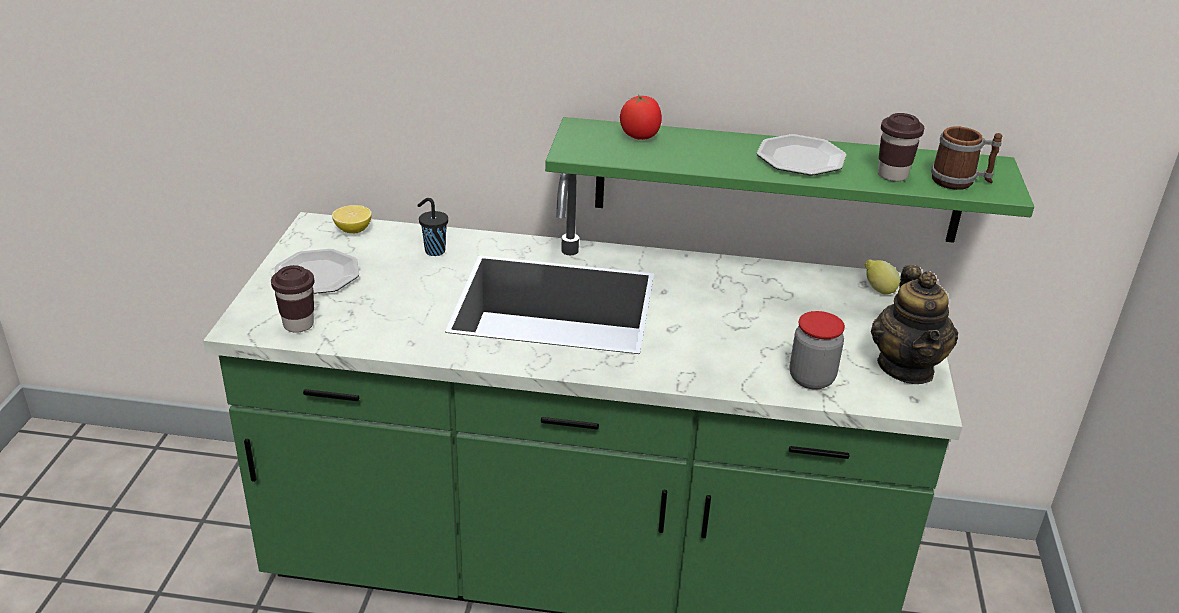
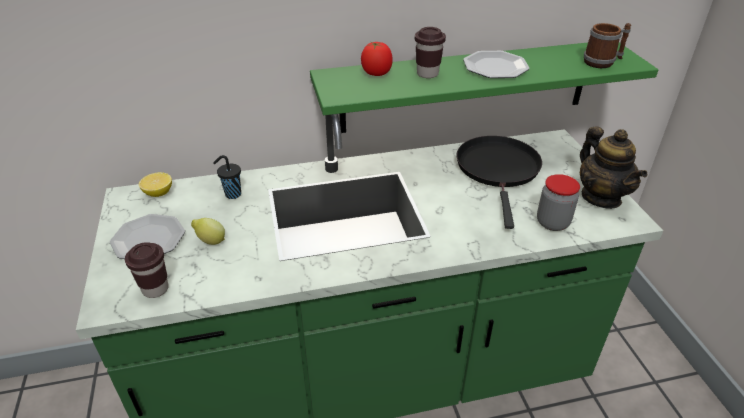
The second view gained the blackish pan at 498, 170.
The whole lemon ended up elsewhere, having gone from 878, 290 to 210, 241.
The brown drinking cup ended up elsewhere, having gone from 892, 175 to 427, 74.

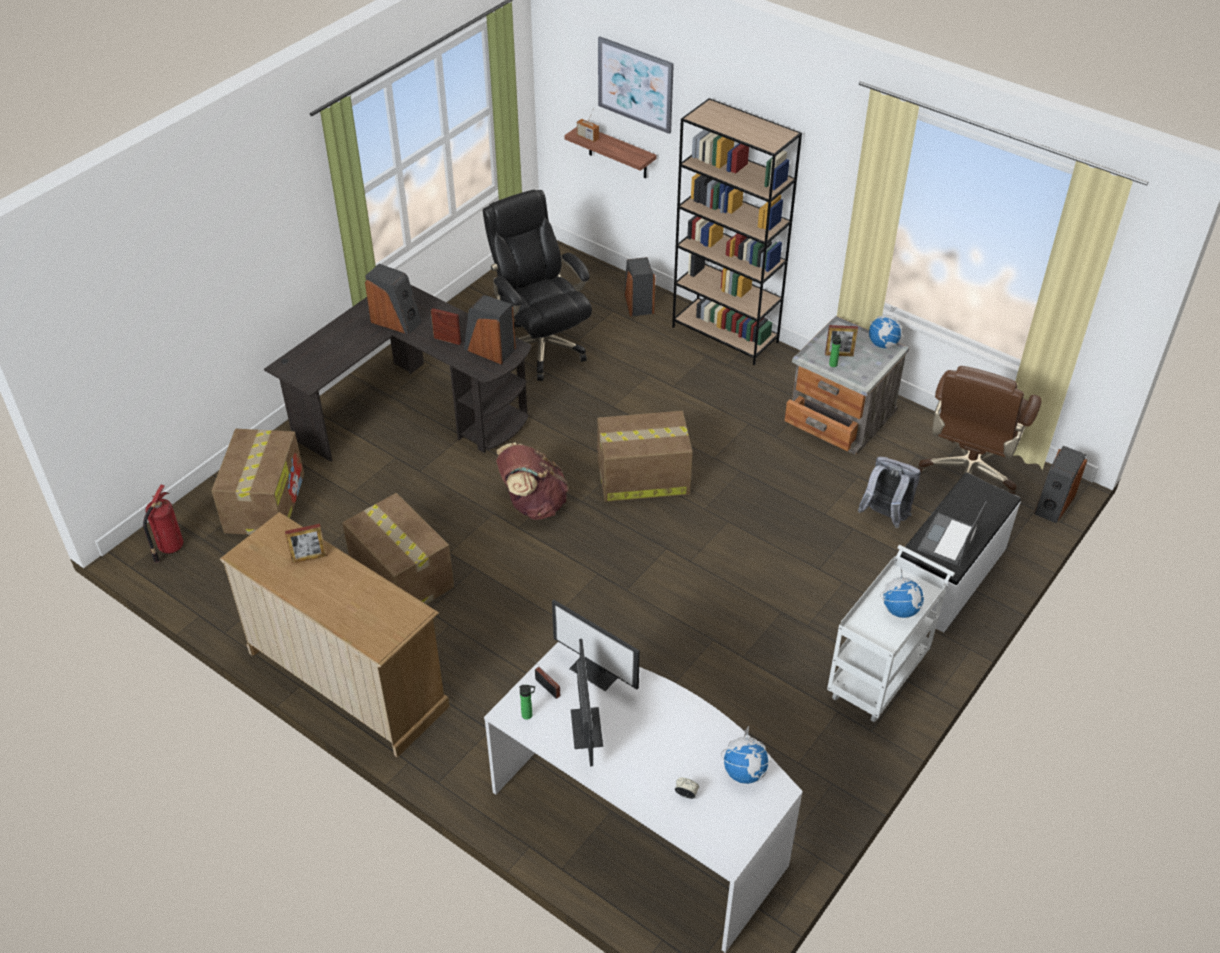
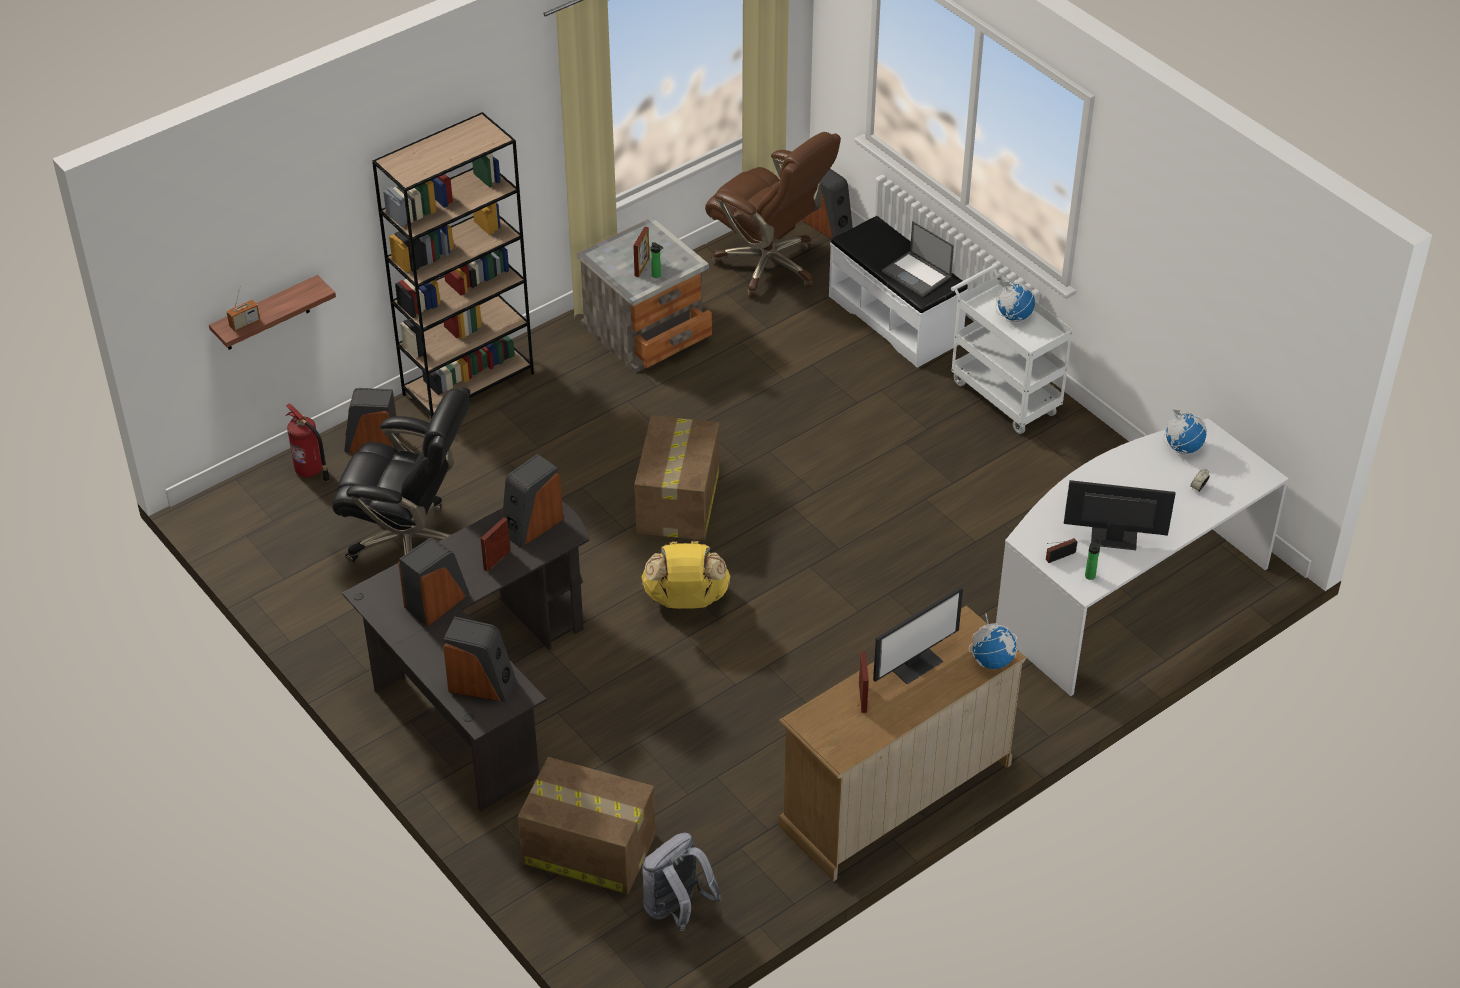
The second view lost the packing box at 401, 575.
The second view lost the wall picture at 635, 84.
The second view gained the loudspeaker at 482, 684.
The fire extinguisher ended up elsewhere, having gone from 169, 547 to 310, 471.
The computer screen ended up elsewhere, having gone from 596, 670 to 915, 663.
The greyish backpack ended up elsewhere, having gone from 885, 516 to 677, 909.
The desk globe ended up elsewhere, having gone from 883, 344 to 992, 660.
What was the brown backpack at 533, 504 turned into the yellowish backpack at 686, 600.
The blackish office chair at 541, 346 ended up facing another way, 150 degrees counterclockwise from before.

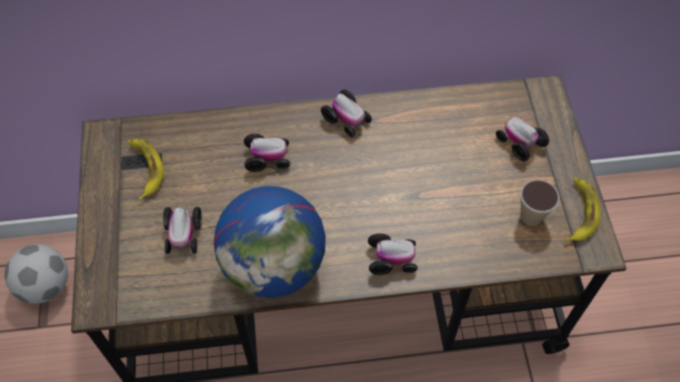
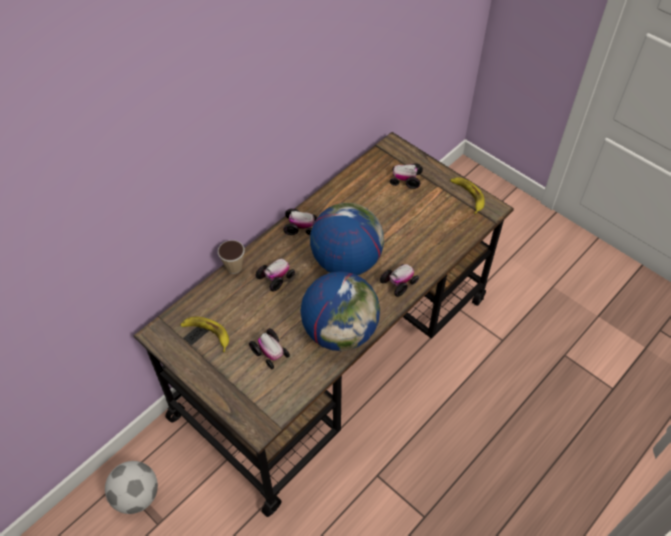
The second view gained the desk globe at 346, 261.
The drinking cup ended up elsewhere, having gone from 531, 216 to 234, 267.

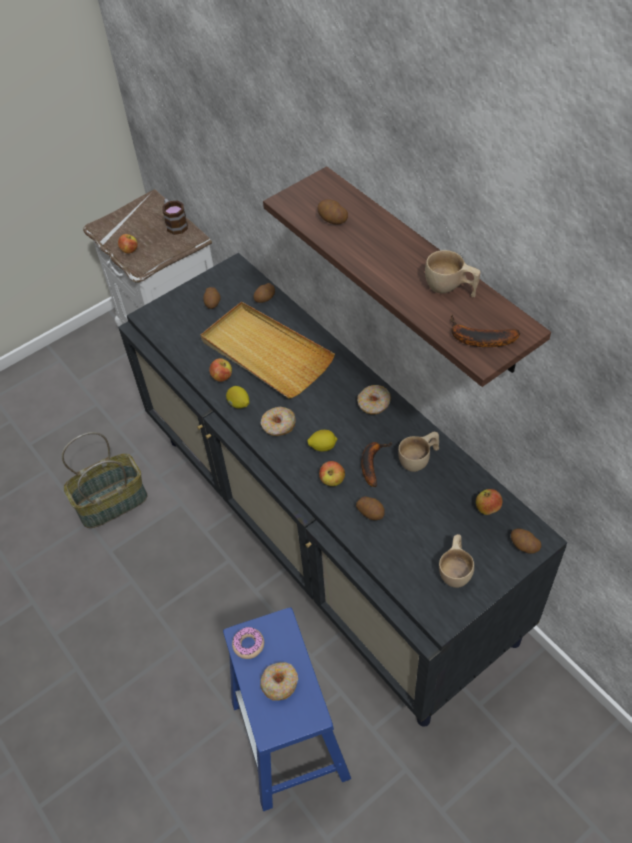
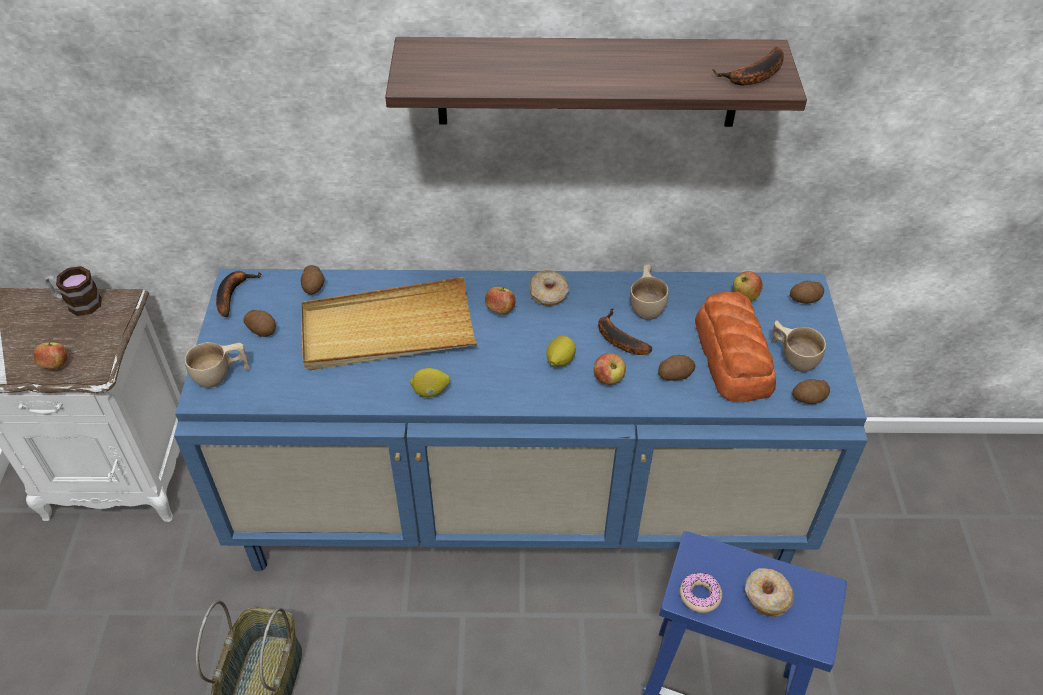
The second view lost the donut at 278, 425.
The second view gained the banana at 233, 294.
The second view gained the bakery bread at 732, 357.
The whole apple ended up elsewhere, having gone from 222, 377 to 500, 310.
The spud ended up elsewhere, having gone from 332, 220 to 809, 399.
The beige drinking cup ended up elsewhere, having gone from 450, 288 to 221, 375.
What was the blackish storage cabinet at 326, 537 turned into the bluish storage cabinet at 520, 509.

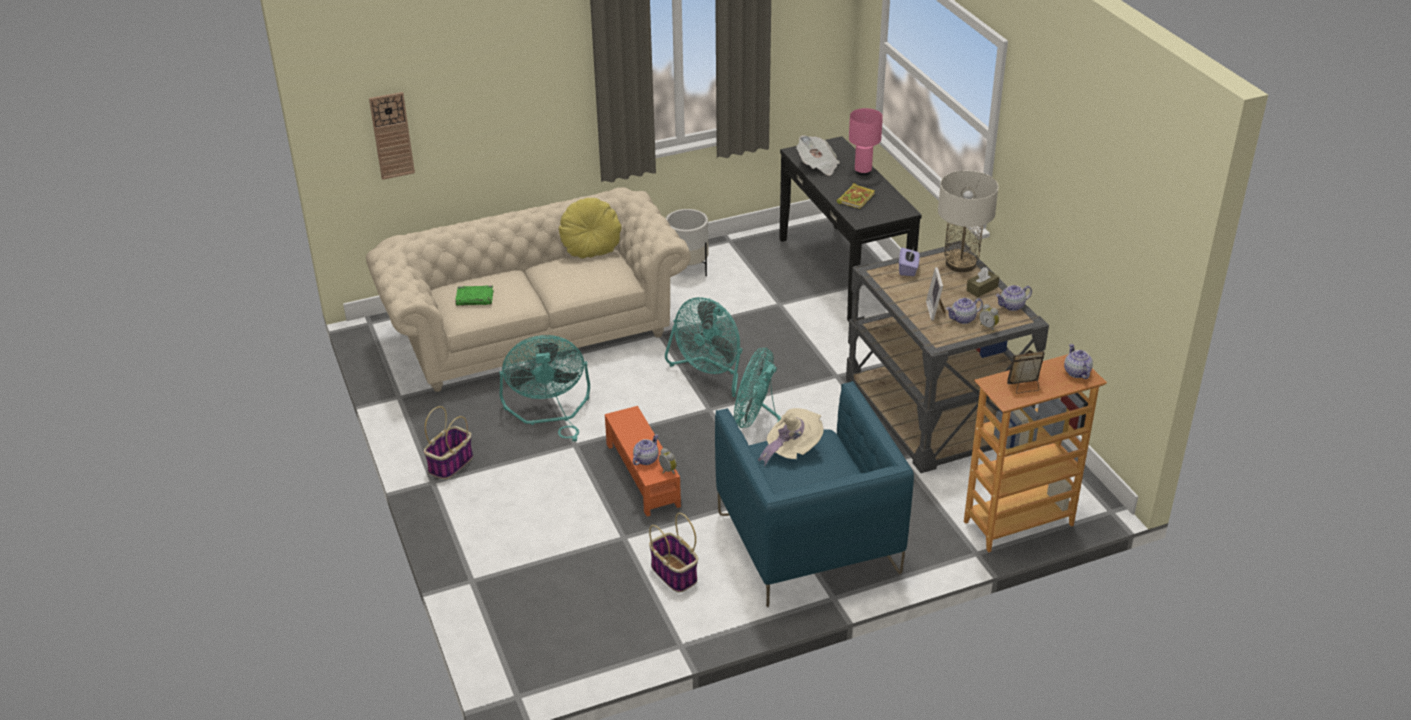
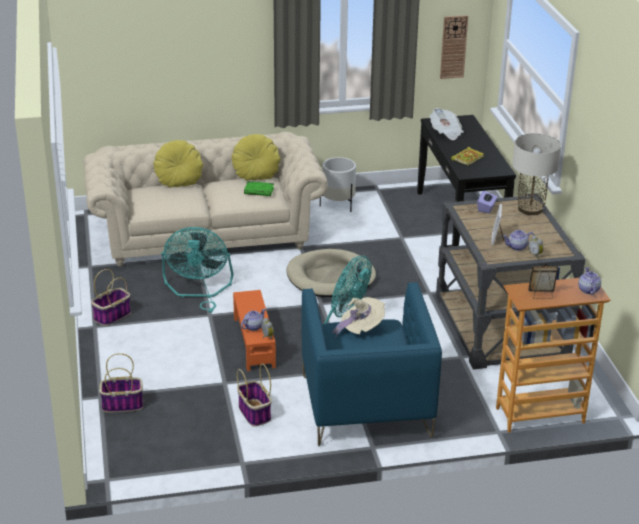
The second view lost the pinkish table lamp at 862, 171.
The second view lost the brown box of tissues at 982, 289.
The second view lost the teapot at 1012, 306.
The second view gained the basket at 123, 404.
The second view gained the yellowish throw pillow at 179, 183.
The hanging clock ended up elsewhere, having gone from 392, 135 to 453, 47.
The green-coloured book ended up elsewhere, having gone from 475, 298 to 259, 191.
Where the blue-green fan stood at 710, 371, the beige pet bed came to stand at 331, 277.

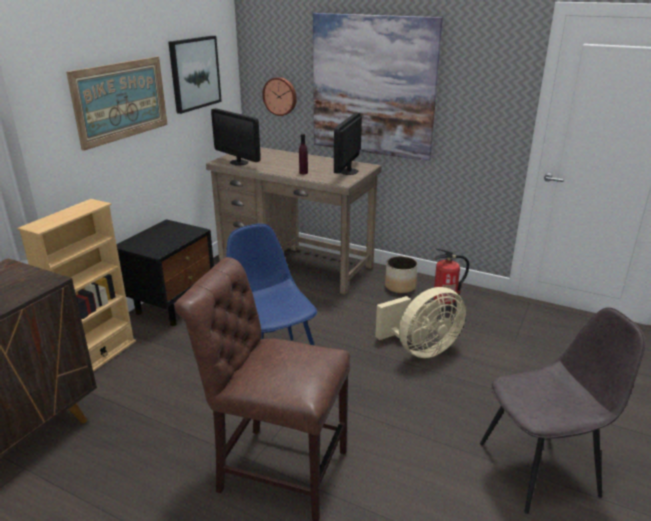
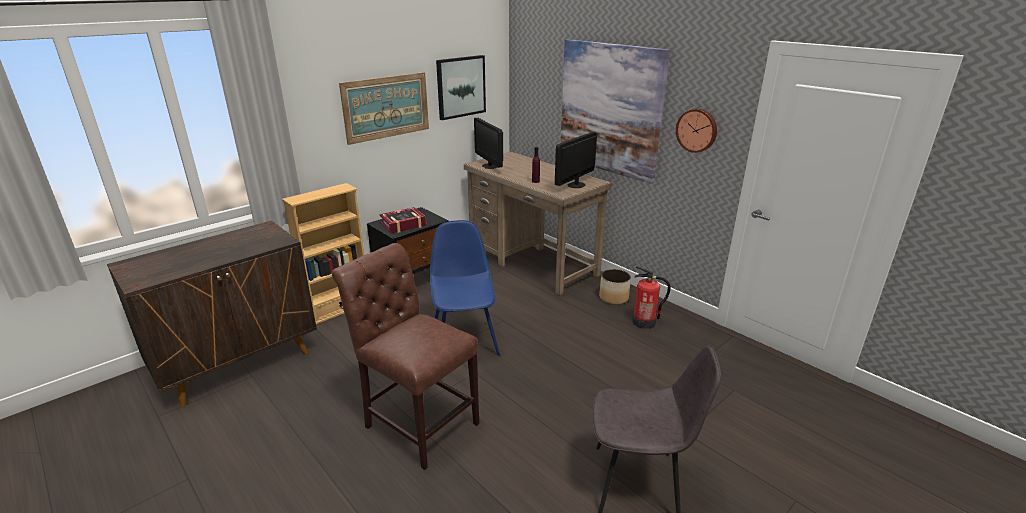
The second view lost the beige fan at 421, 349.
The second view gained the book at 403, 224.
The hanging clock ended up elsewhere, having gone from 280, 96 to 697, 130.

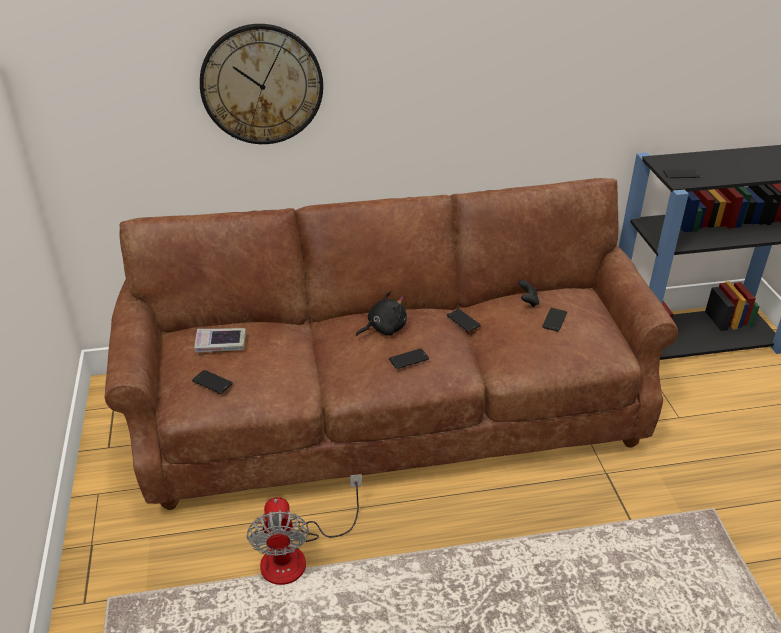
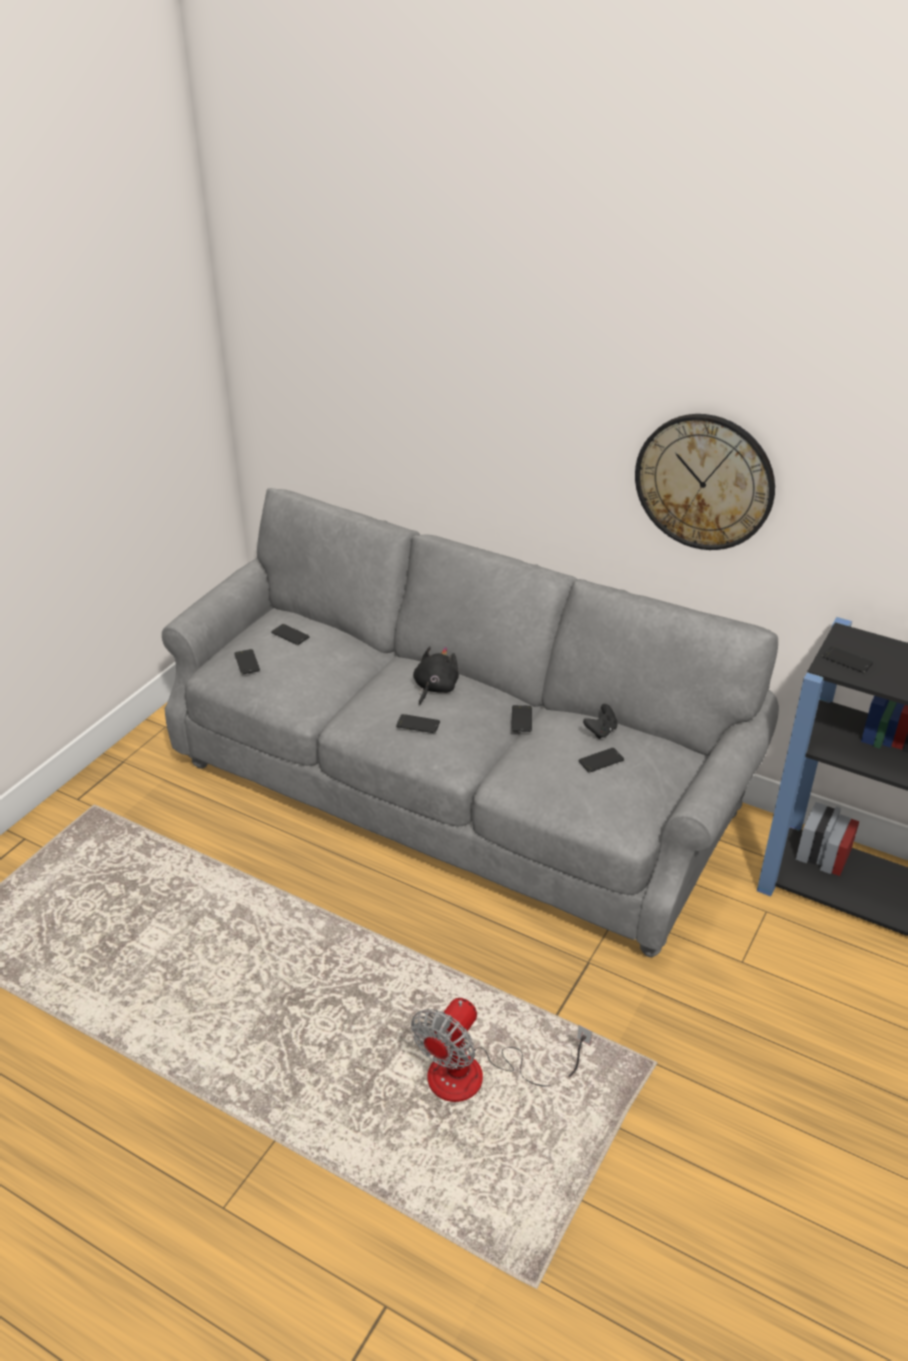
The hanging clock ended up elsewhere, having gone from 261, 85 to 704, 482.
The fan ended up elsewhere, having gone from 297, 555 to 477, 1077.
Where the book stood at 220, 344, the phone came to stand at 290, 635.
What was the brown couch at 390, 411 turned into the greyish couch at 455, 789.
The blackish soft toy at 384, 328 ended up facing another way, 75 degrees counterclockwise from before.

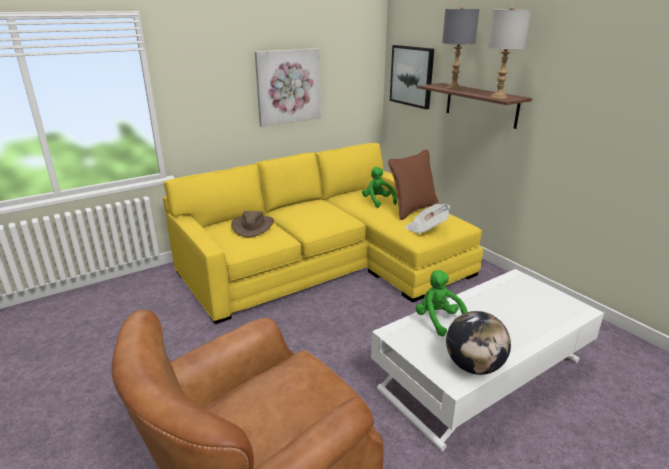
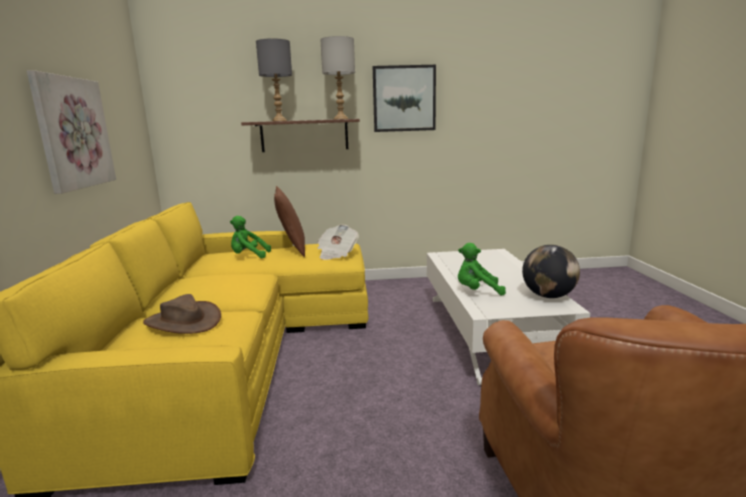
The wall picture ended up elsewhere, having gone from 412, 76 to 404, 99.

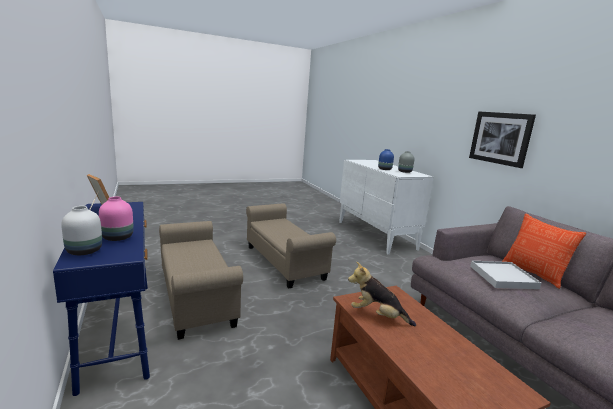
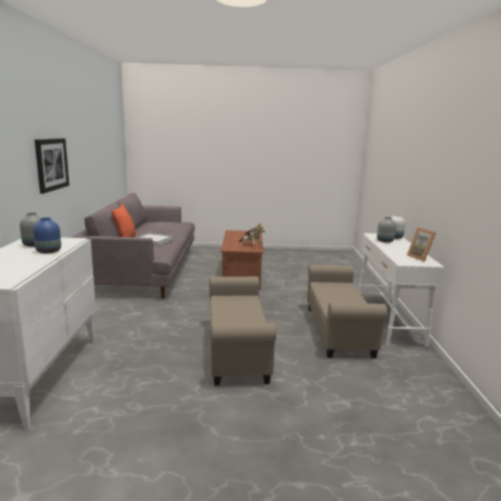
What was the bluish hall table at 119, 329 turned into the whitish hall table at 387, 320.
What was the pinkish vase at 118, 237 turned into the greyish vase at 385, 241.

